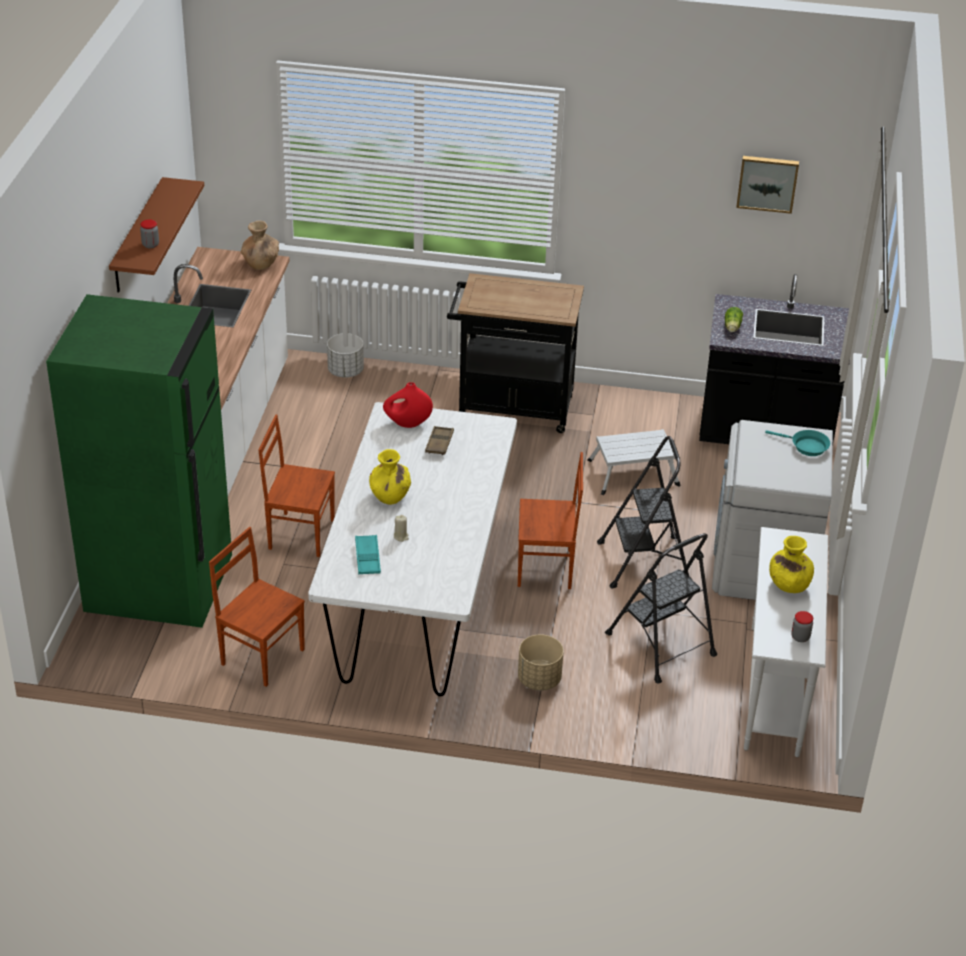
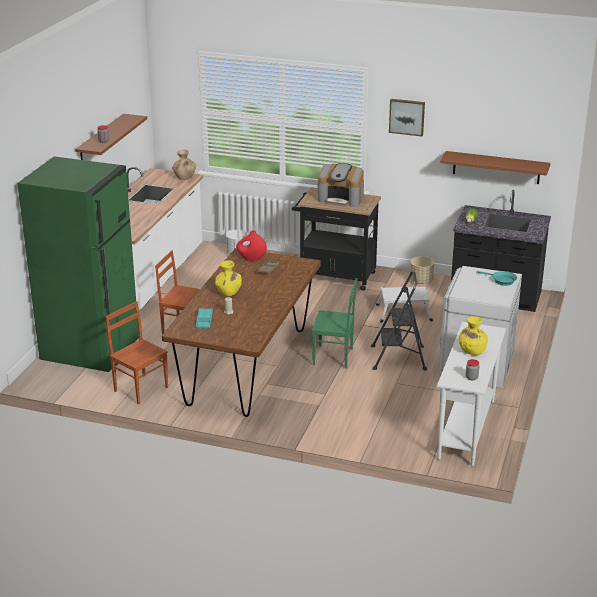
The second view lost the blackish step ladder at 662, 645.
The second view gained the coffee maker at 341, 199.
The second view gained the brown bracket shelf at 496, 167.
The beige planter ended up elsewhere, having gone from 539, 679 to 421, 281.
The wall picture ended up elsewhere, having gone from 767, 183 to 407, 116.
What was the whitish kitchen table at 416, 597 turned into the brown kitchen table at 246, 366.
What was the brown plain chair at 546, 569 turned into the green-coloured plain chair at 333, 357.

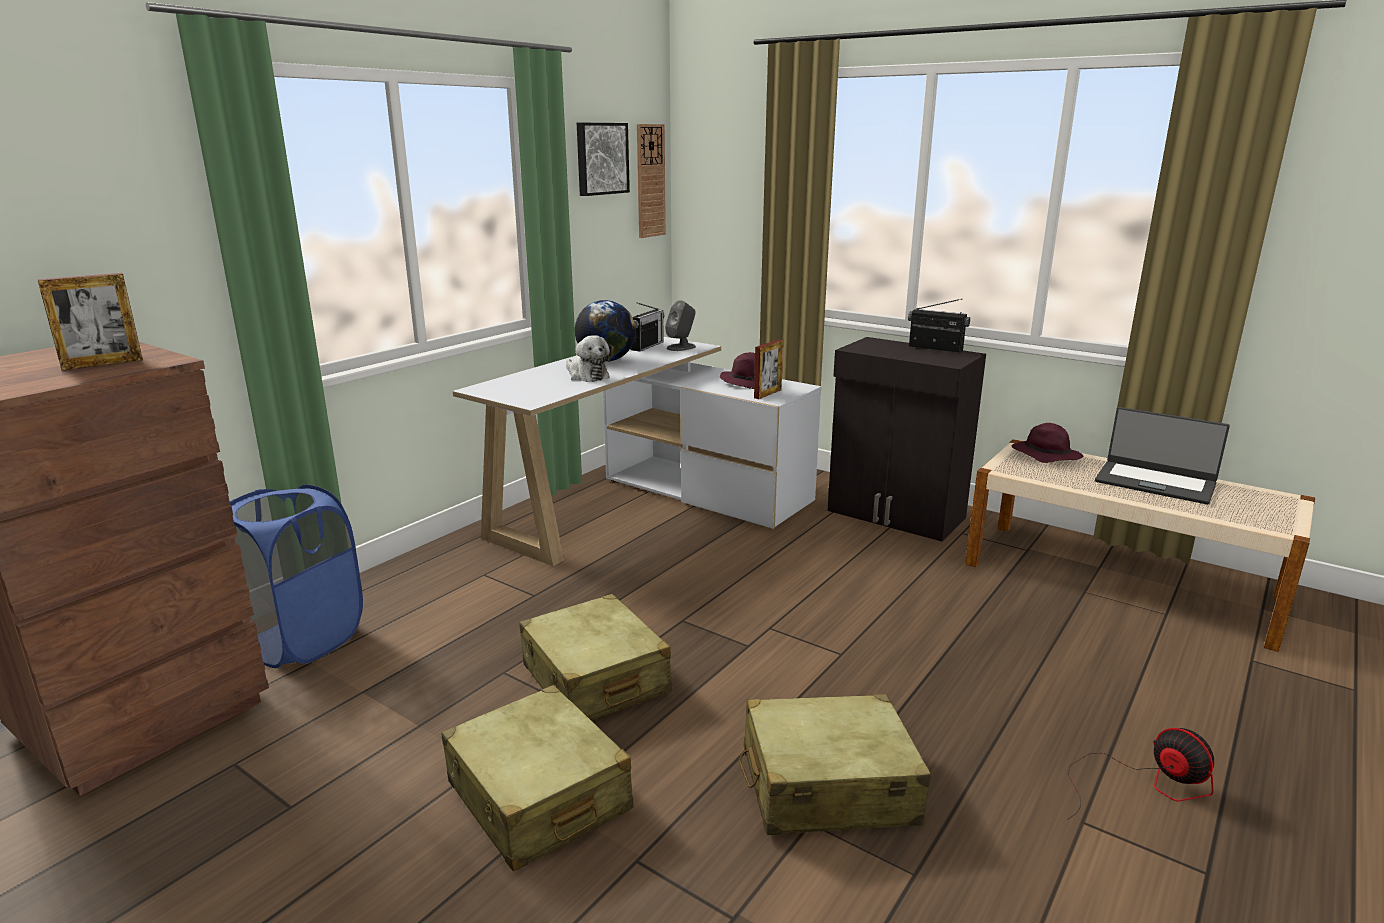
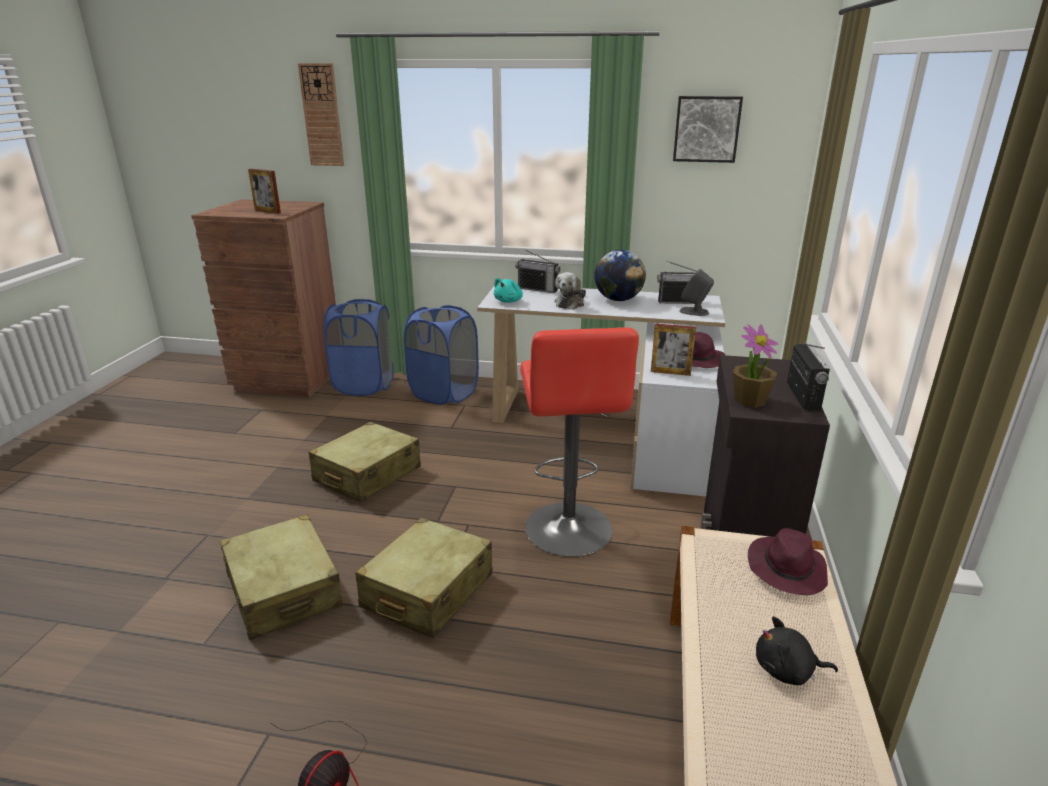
The second view gained the bluish hamper at 444, 393.
The second view gained the blue-green soft toy at 509, 301.
The second view gained the radio set at 537, 289.
The second view gained the red stool seat at 567, 529.
The second view gained the plant in a pot at 750, 400.
The beige travel case ended up elsewhere, having gone from 538, 797 to 427, 591.
The hanging clock ended up elsewhere, having gone from 650, 181 to 322, 115.
Where the laptop stood at 1155, 482, the blackish soft toy came to stand at 787, 671.

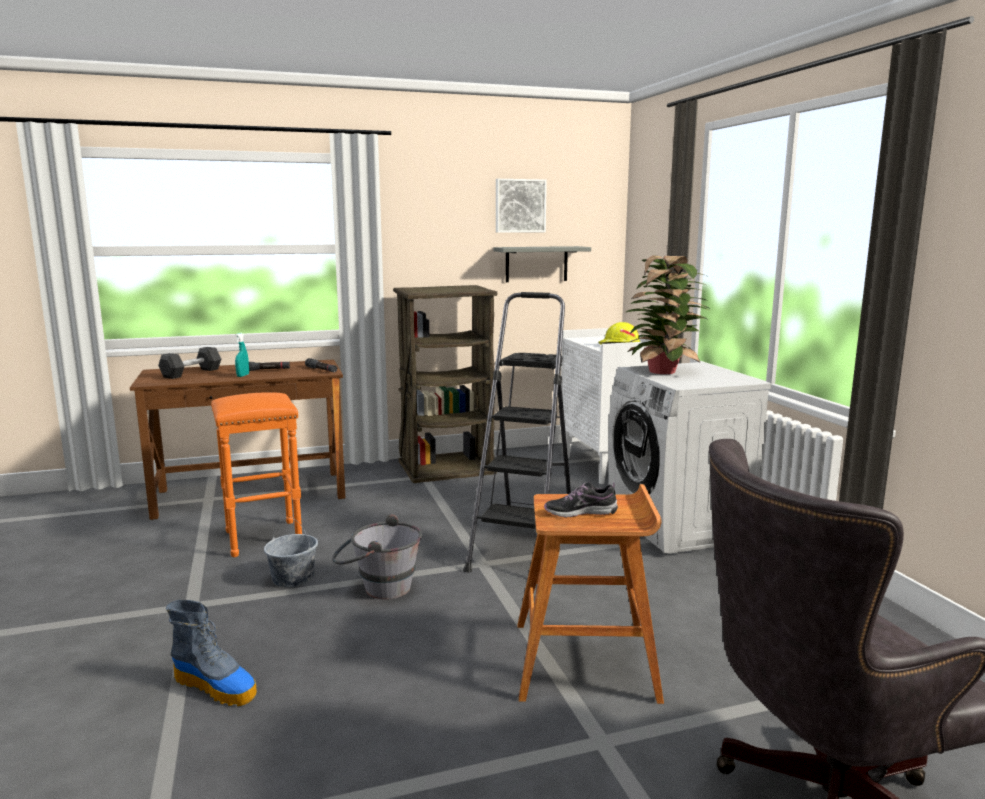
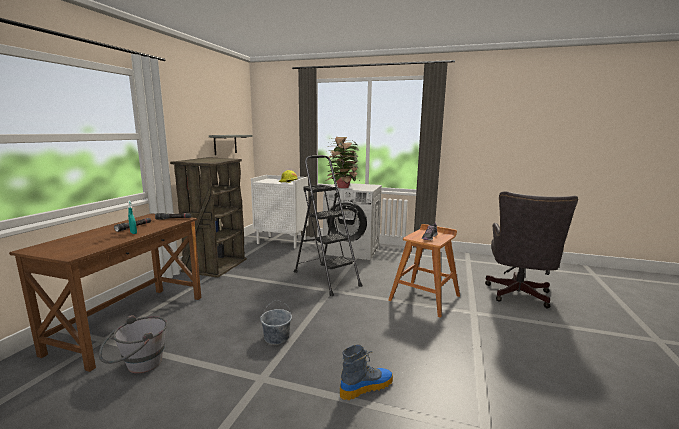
The second view lost the greyish dumbbell at 191, 373.
The second view lost the orangey stool seat at 262, 539.
The second view lost the wall picture at 520, 206.
The greyish pail ended up elsewhere, having gone from 378, 588 to 138, 366.

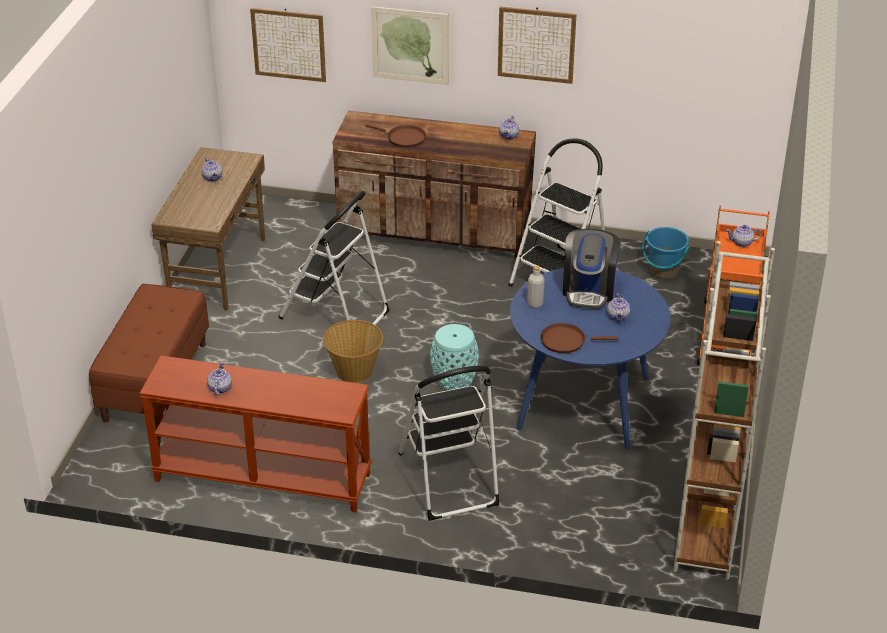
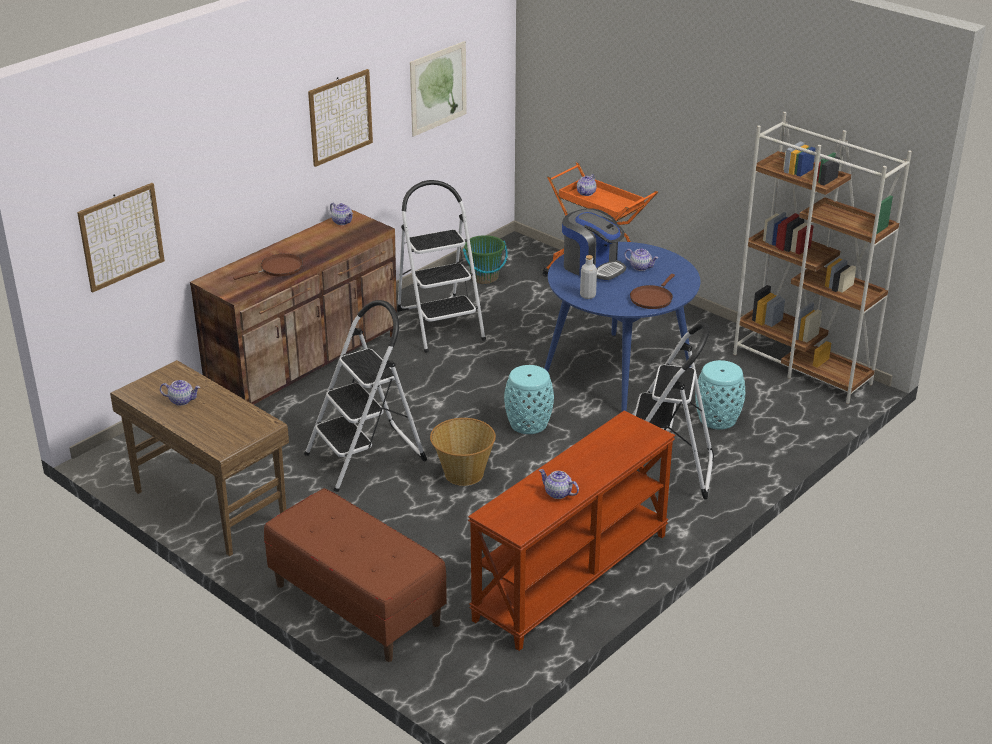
The second view gained the blue-green stool seat at 717, 419.
The wall picture ended up elsewhere, having gone from 410, 45 to 438, 88.
What was the bluish pail at 663, 271 turned into the green-coloured pail at 484, 278.

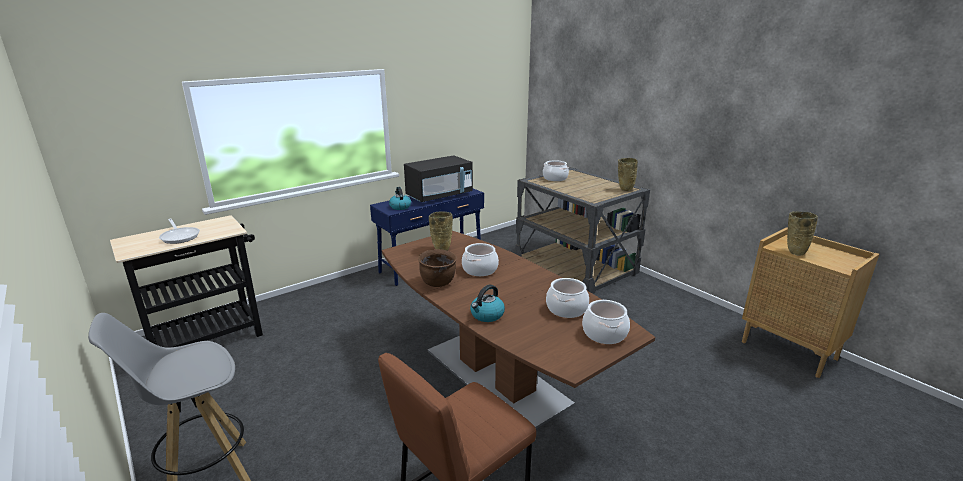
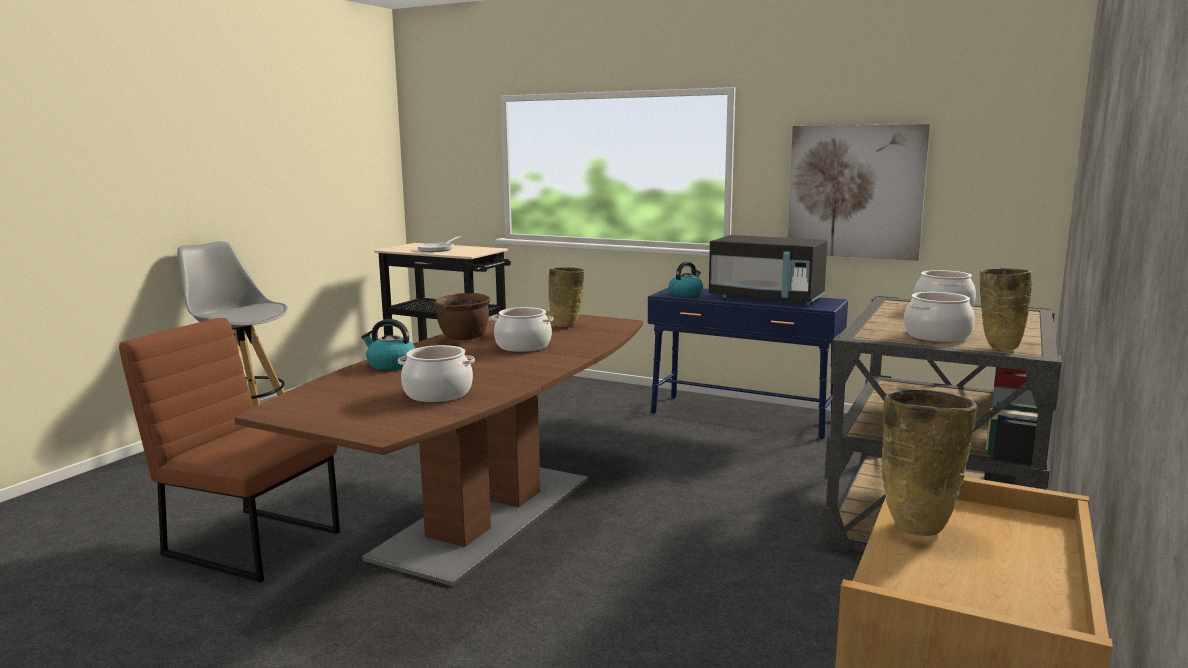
The second view gained the wall picture at 855, 192.
The cooking pot ended up elsewhere, having gone from 605, 333 to 937, 336.

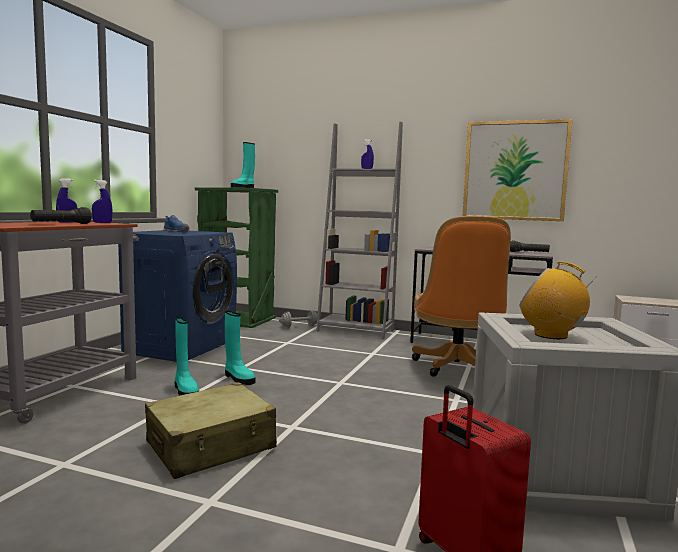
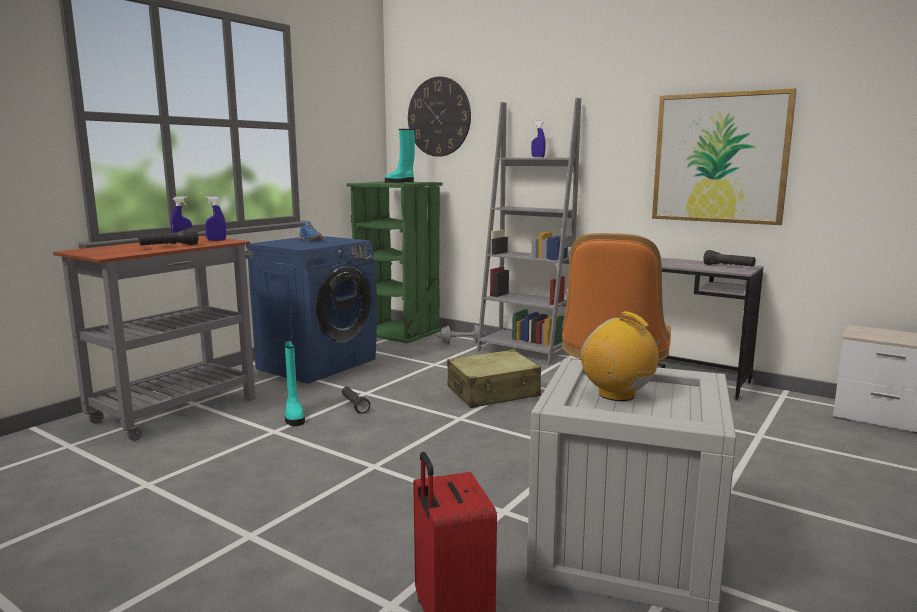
The second view gained the hanging clock at 439, 117.
The beige travel case ended up elsewhere, having gone from 211, 446 to 493, 392.
Where the blue-green boot stood at 238, 378, the blackish hand torch came to stand at 354, 406.

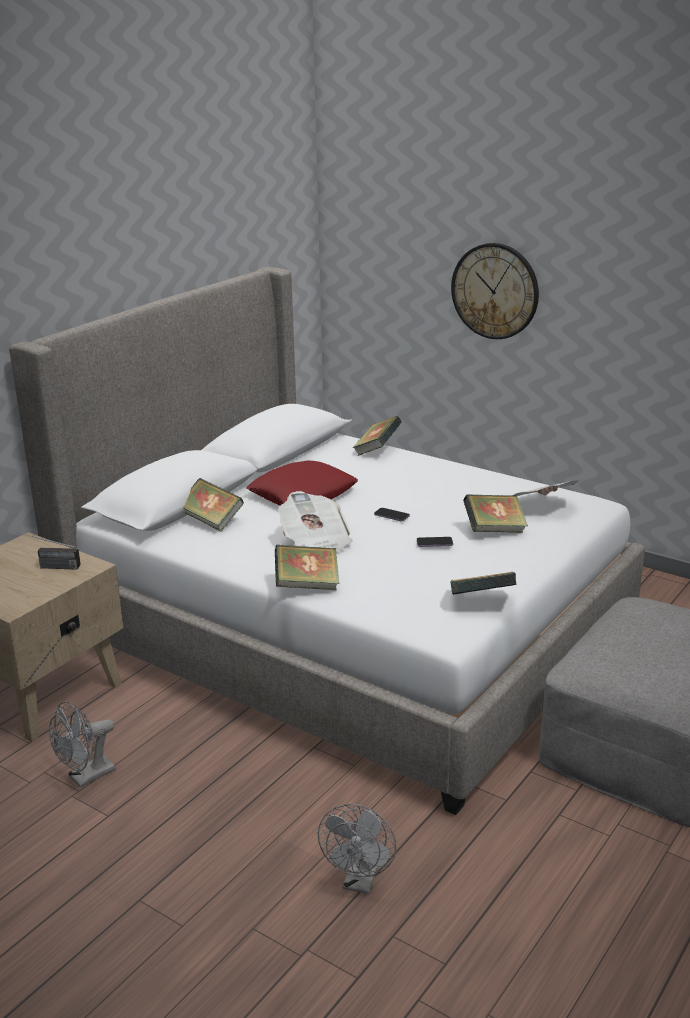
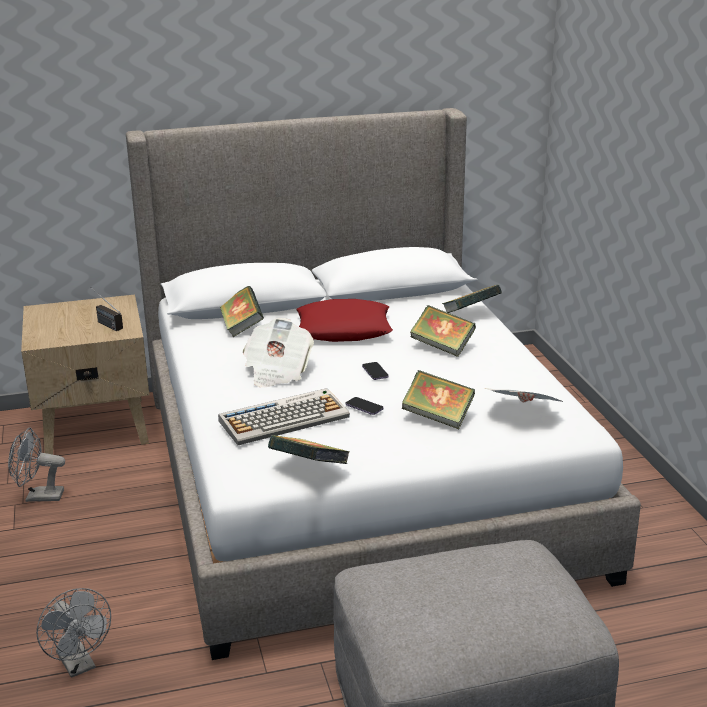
The second view lost the hanging clock at 495, 291.
The second view gained the computer keyboard at 285, 418.
The book ended up elsewhere, having gone from 307, 585 to 442, 347.
The greyish fan at 360, 882 ended up facing another way, 90 degrees counterclockwise from before.

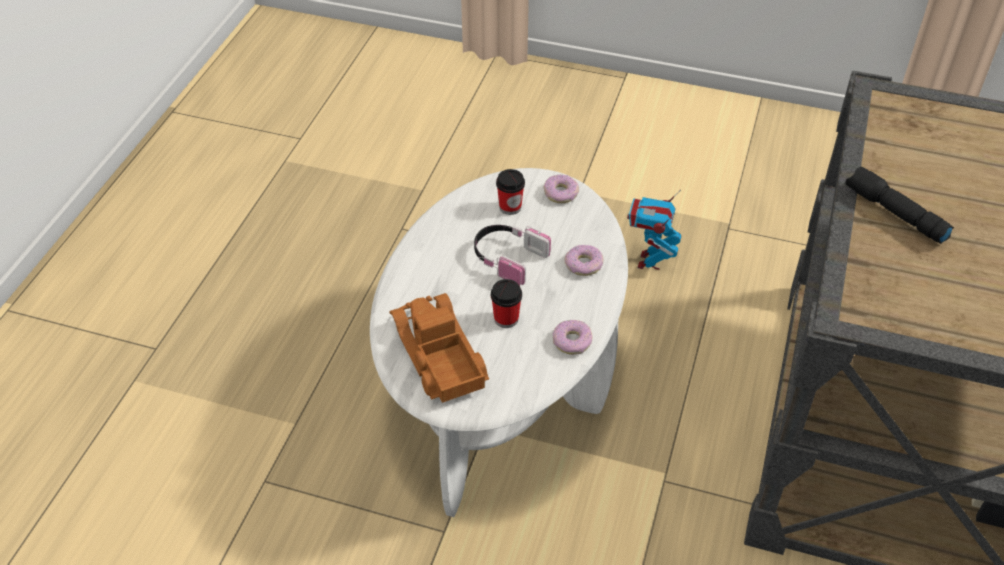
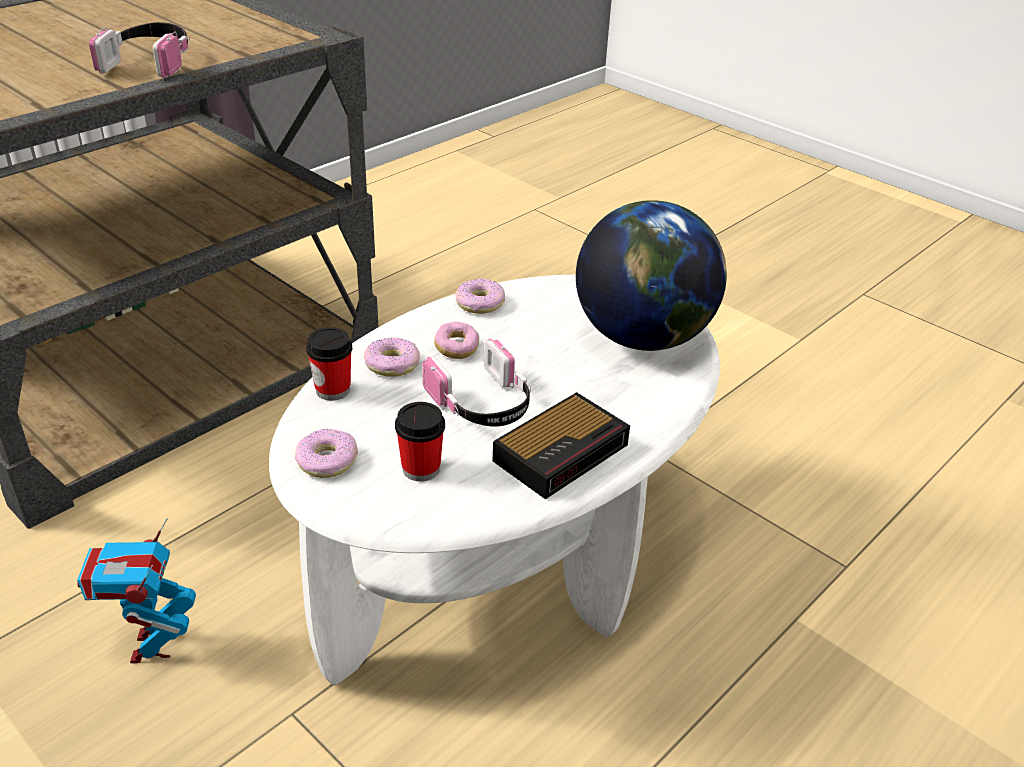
The second view gained the donut at 456, 349.
The second view gained the table clock at 563, 451.
The drinking cup ended up elsewhere, having gone from 506, 319 to 333, 390.
Where the model truck stood at 437, 356, the desk globe came to stand at 642, 337.
Where the blackish hand torch stood at 894, 213, the headset came to stand at 150, 62.
The toy robot at 649, 261 ended up facing another way, 135 degrees clockwise from before.

